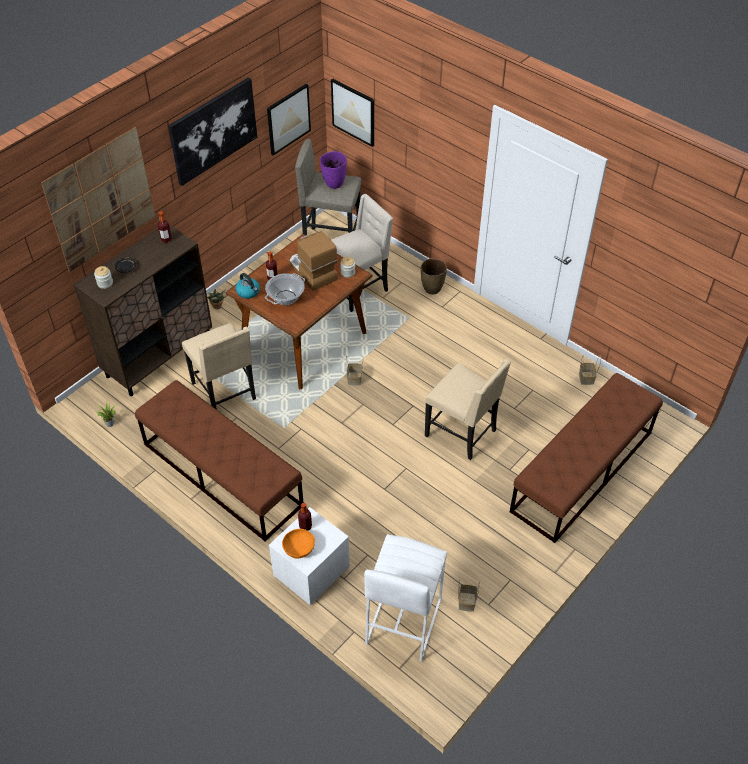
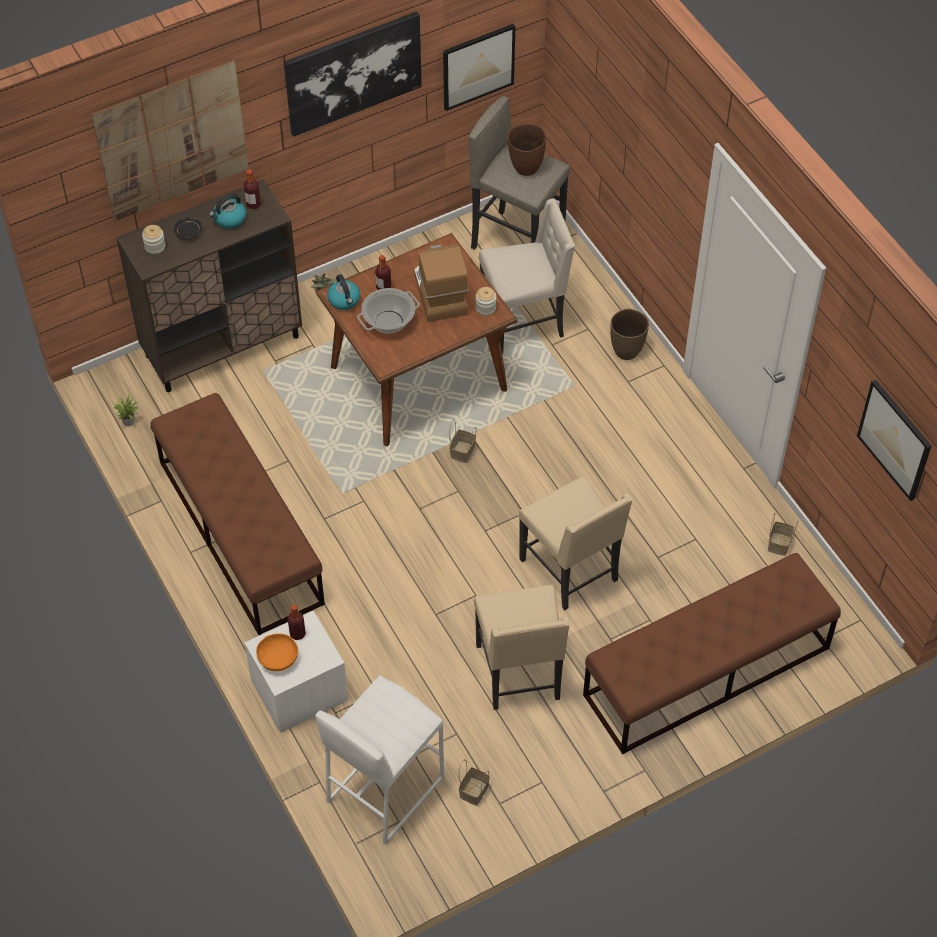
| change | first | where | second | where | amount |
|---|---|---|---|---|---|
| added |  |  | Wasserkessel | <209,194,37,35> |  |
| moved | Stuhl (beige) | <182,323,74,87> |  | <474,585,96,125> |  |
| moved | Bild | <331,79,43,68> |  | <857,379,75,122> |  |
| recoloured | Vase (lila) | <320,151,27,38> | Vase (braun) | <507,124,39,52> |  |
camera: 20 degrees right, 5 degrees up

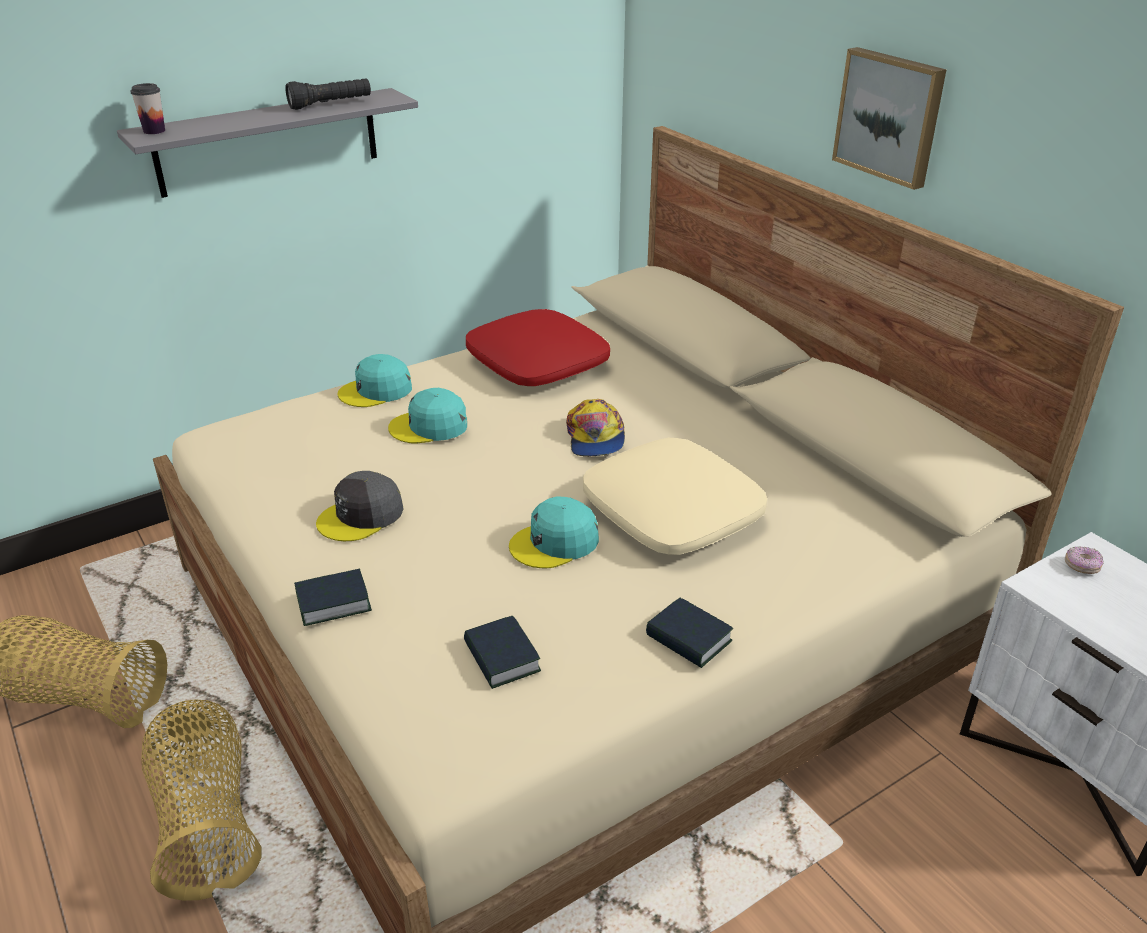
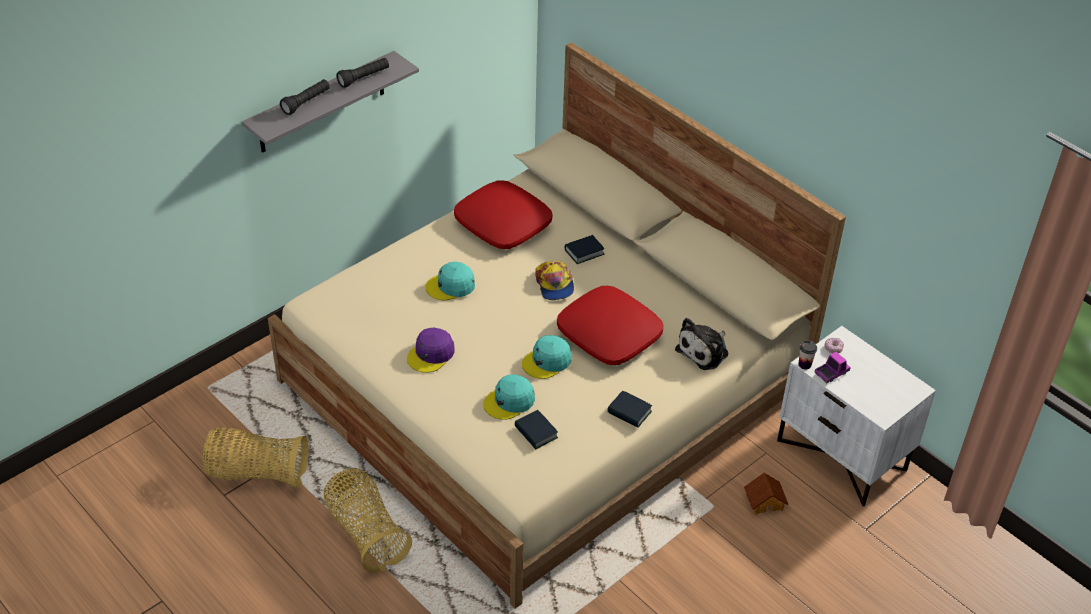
| change | first | where | second | where | amount |
|---|---|---|---|---|---|
| removed | Bild | <832,47,115,143> |  |  |  |
| added |  |  | Taschenlampe (schwarz) | <280,79,50,36> |  |
| added |  |  | Plüschtier | <675,318,53,52> |  |
| added |  |  | Spielzeughaus | <744,472,44,42> |  |
| added |  |  | Spielzeuglaster | <814,352,37,31> |  |
| moved | Tasse | <130,83,35,51> |  | <798,340,19,29> |  |
| moved | Buch | <294,569,78,57> |  | <565,235,40,29> |  |
| moved | Kappe (türkis) | <338,354,74,53> |  | <483,374,52,46> |  |
| recoloured | Kappe (grau) | <316,471,87,70> | Kappe (lila) | <407,328,48,45> |  |
| recoloured | Kissen (beige) | <583,438,184,117> | Kissen (rot) | <557,286,107,79> |  |
camera: 10 degrees left, 10 degrees up

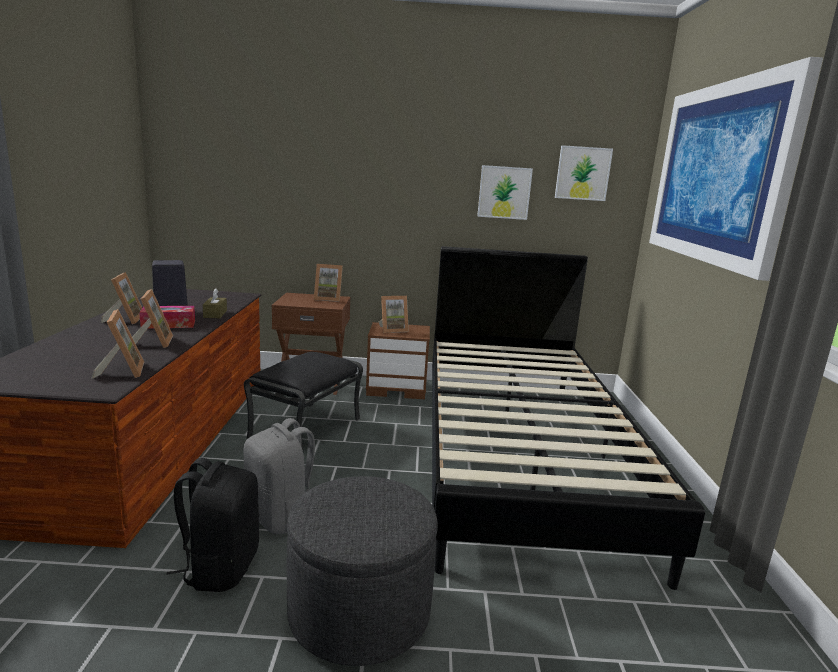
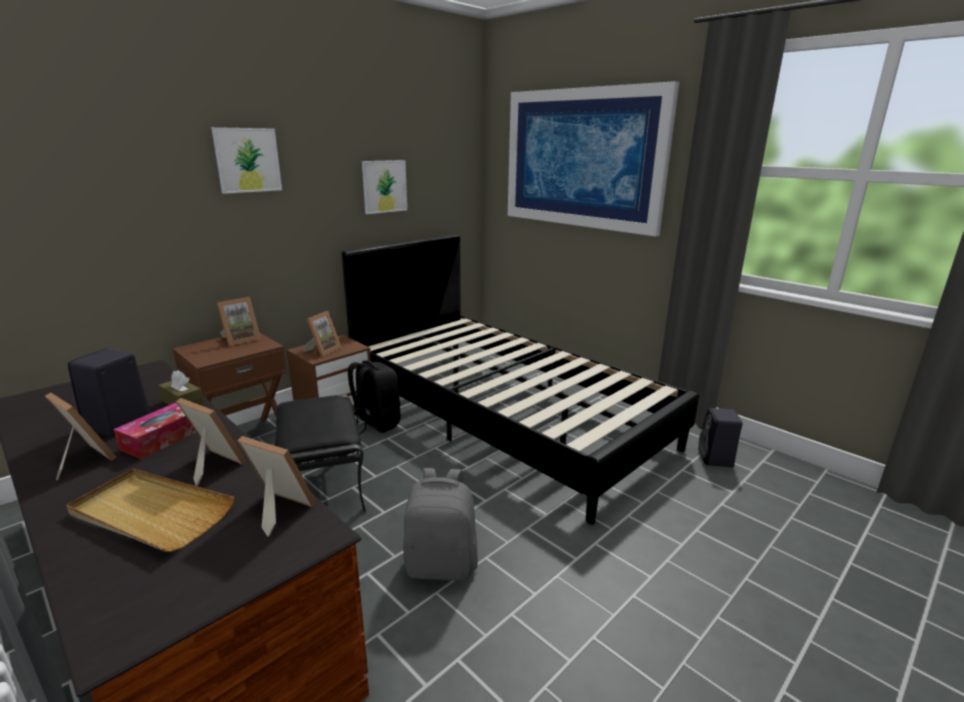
| change | first | where | second | where | amount |
|---|---|---|---|---|---|
| removed | Polsterhocker (grau) | <287,476,151,190> |  |  |  |
| added |  |  | Tablett (beige) | <66,469,169,83> |  |
| added |  |  | Lautsprecher (schwarz) | <698,408,45,59> |  |
| moved | Rucksack (schwarz) | <167,458,92,134> |  | <348,360,52,75> |  |
| moved | Bild | <555,145,58,56> |  | <211,127,71,67> |  |
camera: 45 degrees left, 5 degrees up

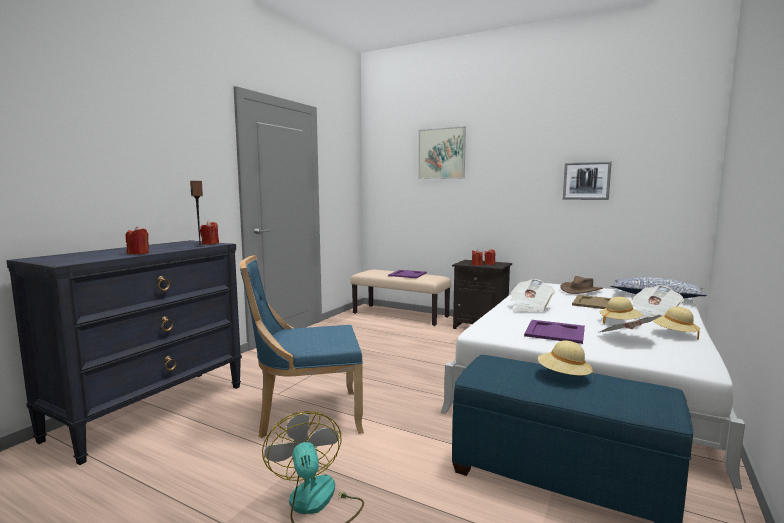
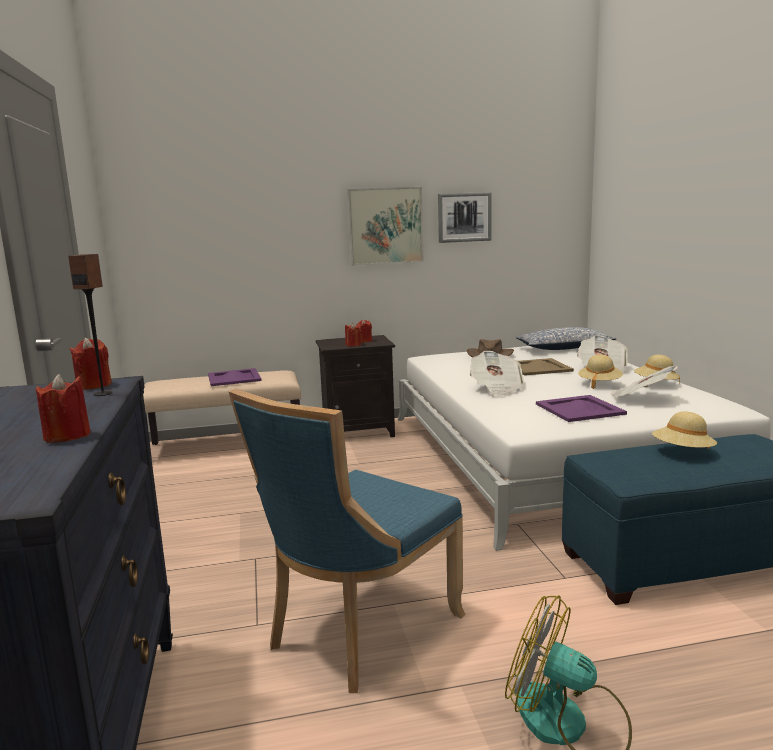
| change | first | where | second | where | amount |
|---|---|---|---|---|---|
| moved | Bild | <418,126,48,53> |  | <347,187,77,79> |  |
camera: 40 degrees left, 5 degrees up

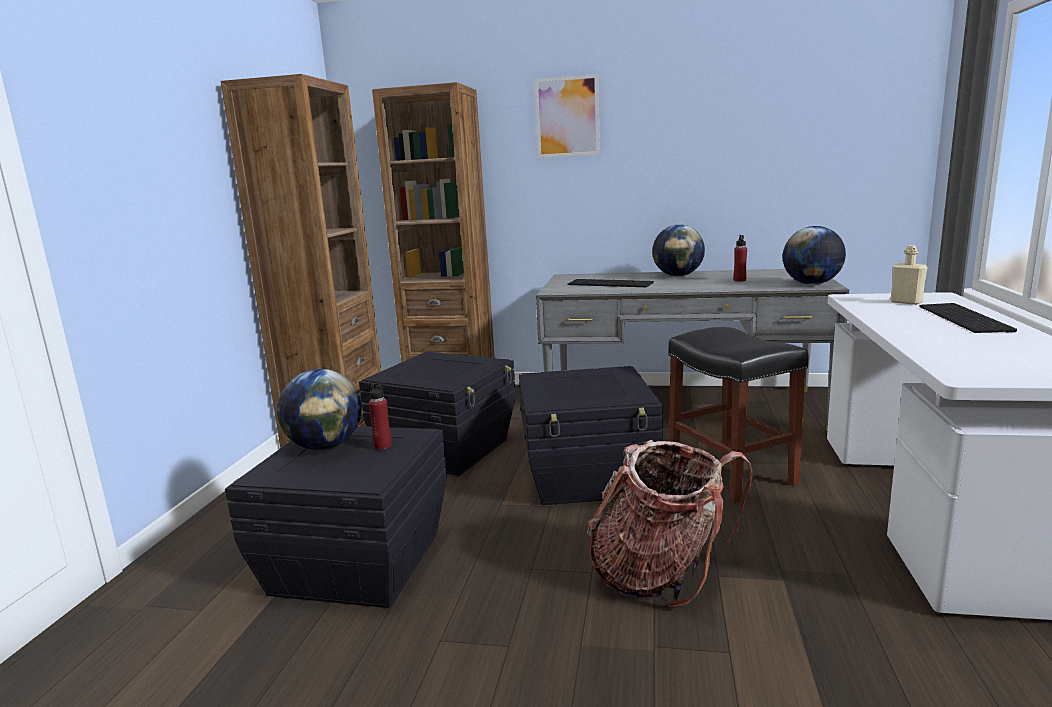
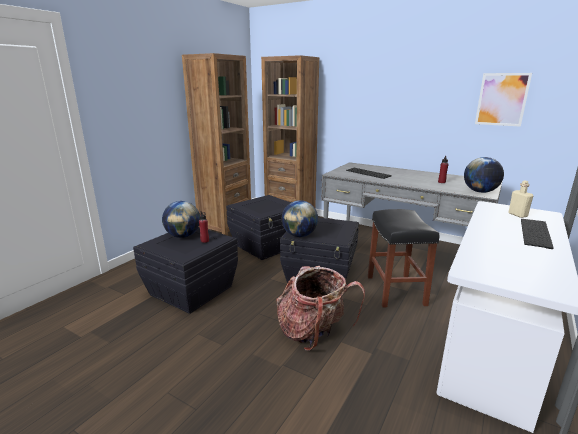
| change | first | where | second | where | amount |
|---|---|---|---|---|---|
| moved | Bild | <534,74,66,84> |  | <475,73,57,54> |  |
| moved | Globus | <652,225,53,51> |  | <282,200,36,37> |  |
camera: 20 degrees right, 5 degrees up

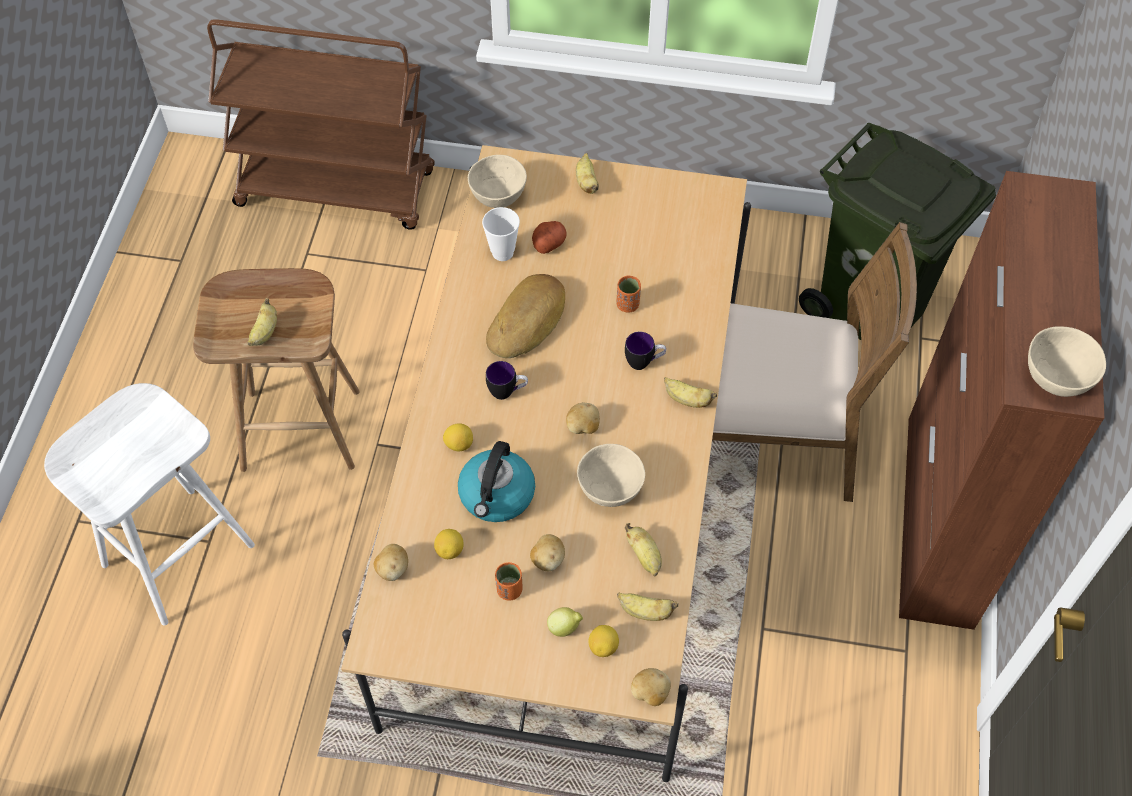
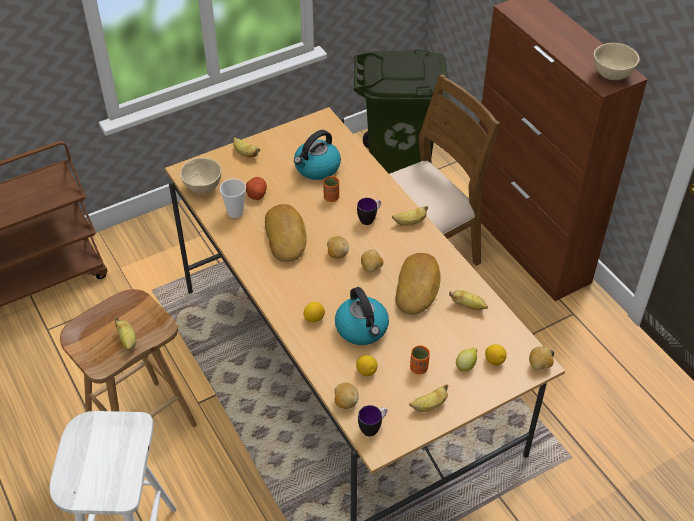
| change | first | where | second | where | amount |
|---|---|---|---|---|---|
| added |  |  | Wasserkessel | <294,130,47,50> |  |
| moved | Henkelbecher | <486,361,42,39> |  | <358,405,30,32> |  |
| moved | Kartoffel | <530,534,35,37> |  | <327,236,22,23> |  |
| moved | Banane | <617,592,61,29> |  | <409,384,39,28> |  |
| replaced | Schüssel (beige) | <577,444,68,63> | Brot | <396,253,45,62> |  |
camera: 40 degrees left, 10 degrees down

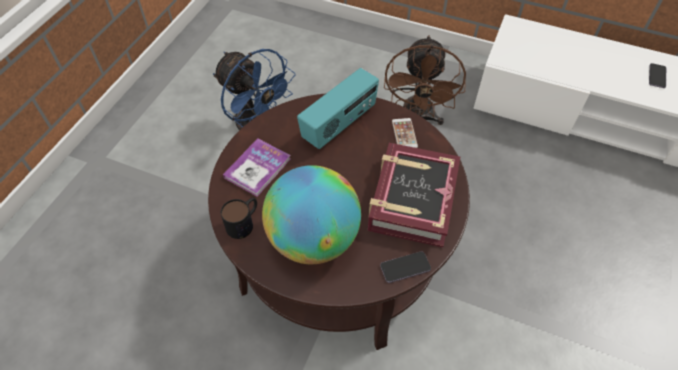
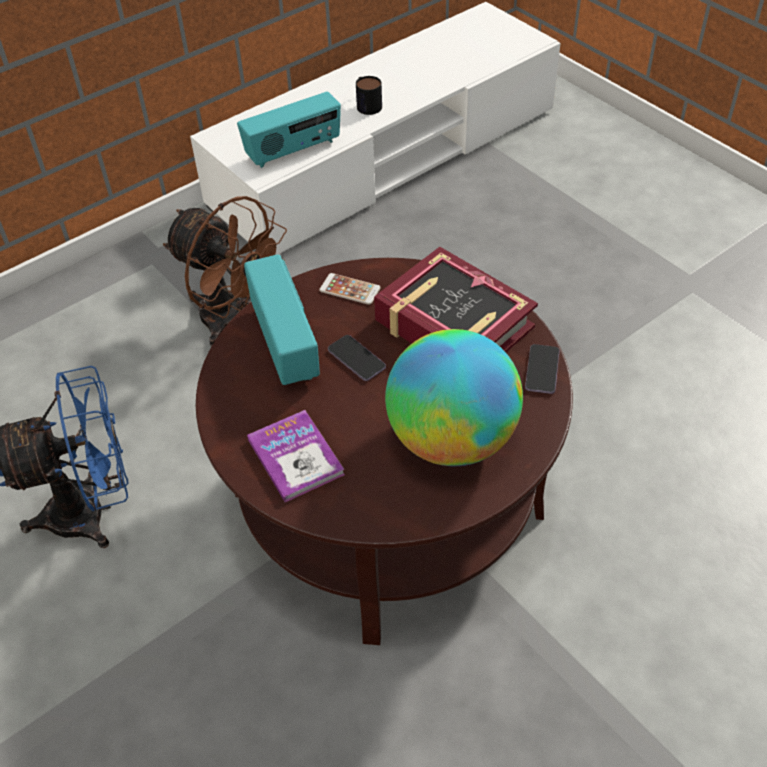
| change | first | where | second | where | amount |
|---|---|---|---|---|---|
| added |  |  | Radio | <237,91,104,77> |  |
| moved | Henkelbecher | <221,198,36,41> |  | <356,76,26,39> |  |
| moved | Handy | <649,63,17,25> |  | <328,335,58,46> |  |
camera: 60 degrees left, 5 degrees down

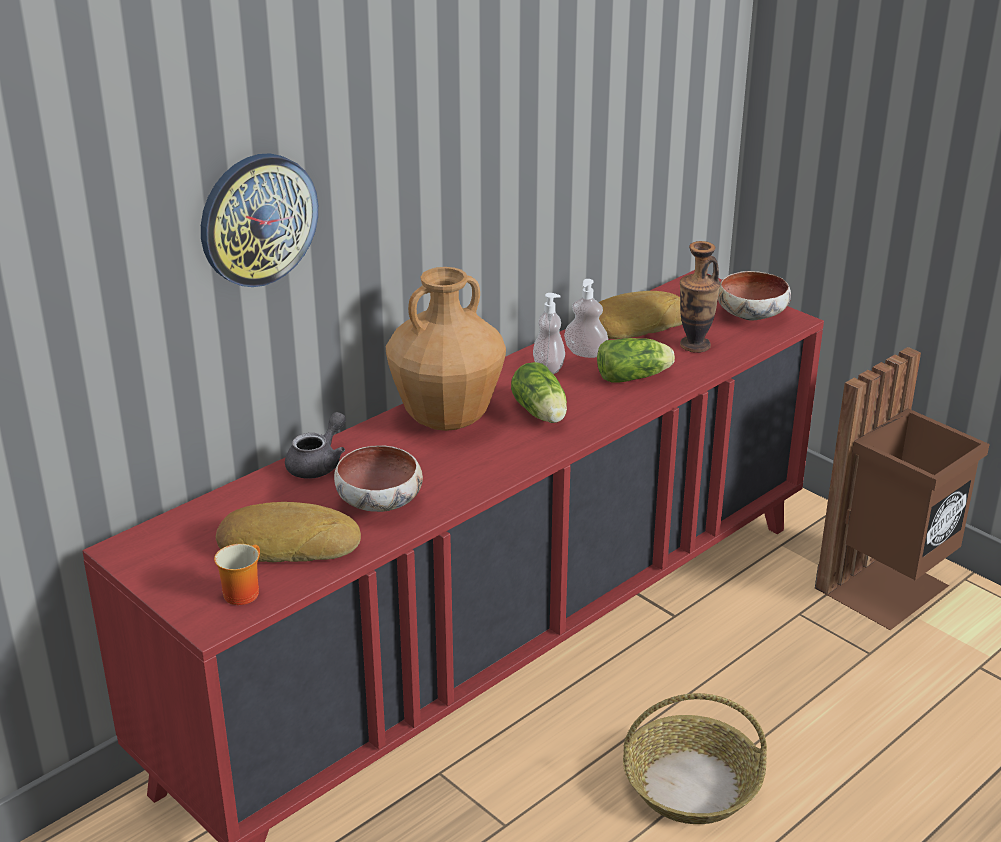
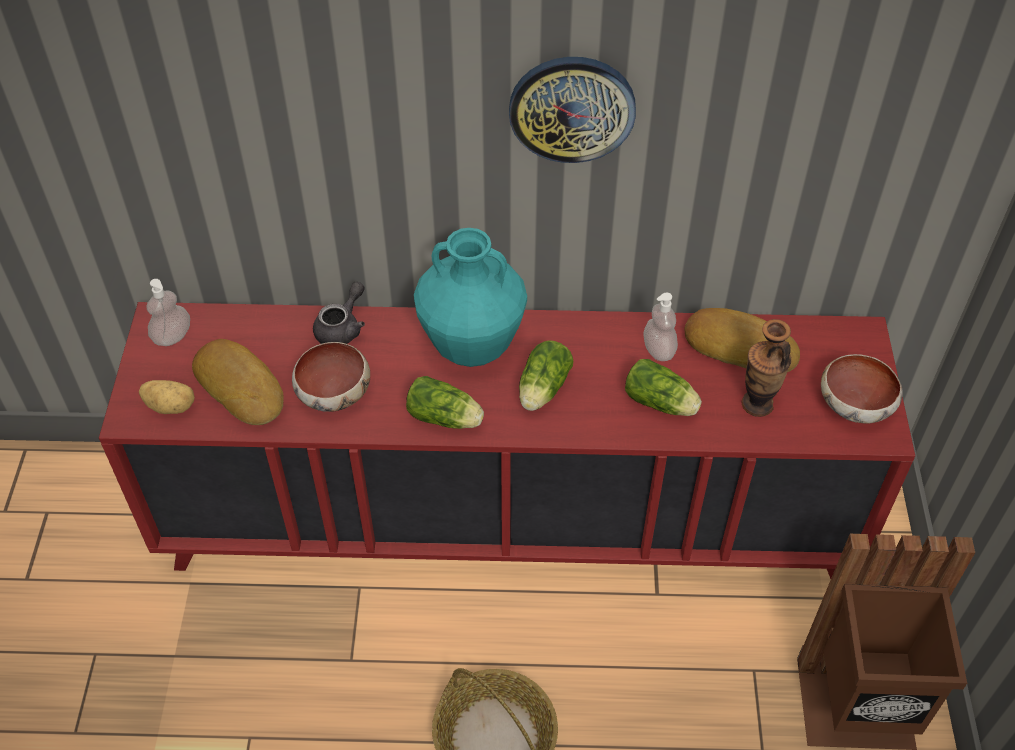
| change | first | where | second | where | amount |
|---|---|---|---|---|---|
| added |  |  | Salatkopf | <406,376,78,53> |  |
| moved | Wanduhr | <201,153,117,134> |  | <509,57,127,106> |  |
| moved | Seifenspender | <533,293,32,81> |  | <146,279,44,67> |  |
| replaced | Henkelbecher | <214,544,46,61> | Kartoffel | <139,380,56,34> |  |
| recoloured | Vase (braun) | <386,267,120,164> | Vase (türkis) | <414,228,113,139> |  |
| turned | Teekanne (grau) | <285,412,61,67> |  | <313,282,52,62> | 45 degrees counterclockwise |
camera: 45 degrees right, 20 degrees up

